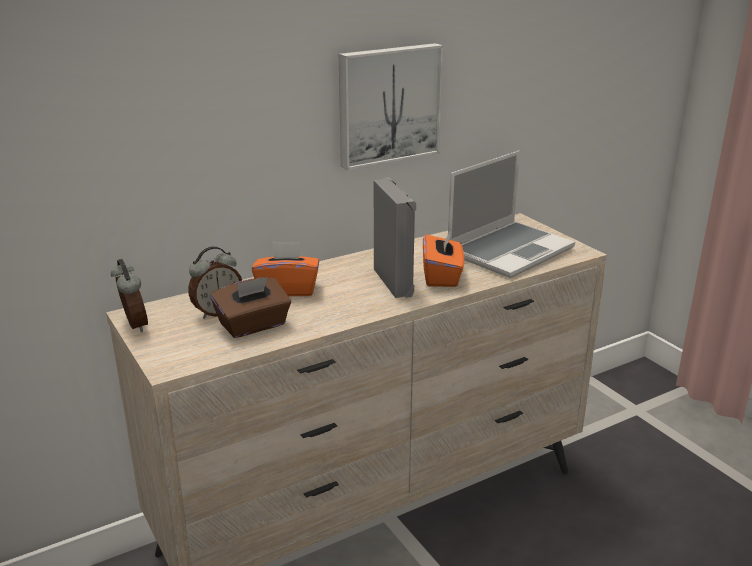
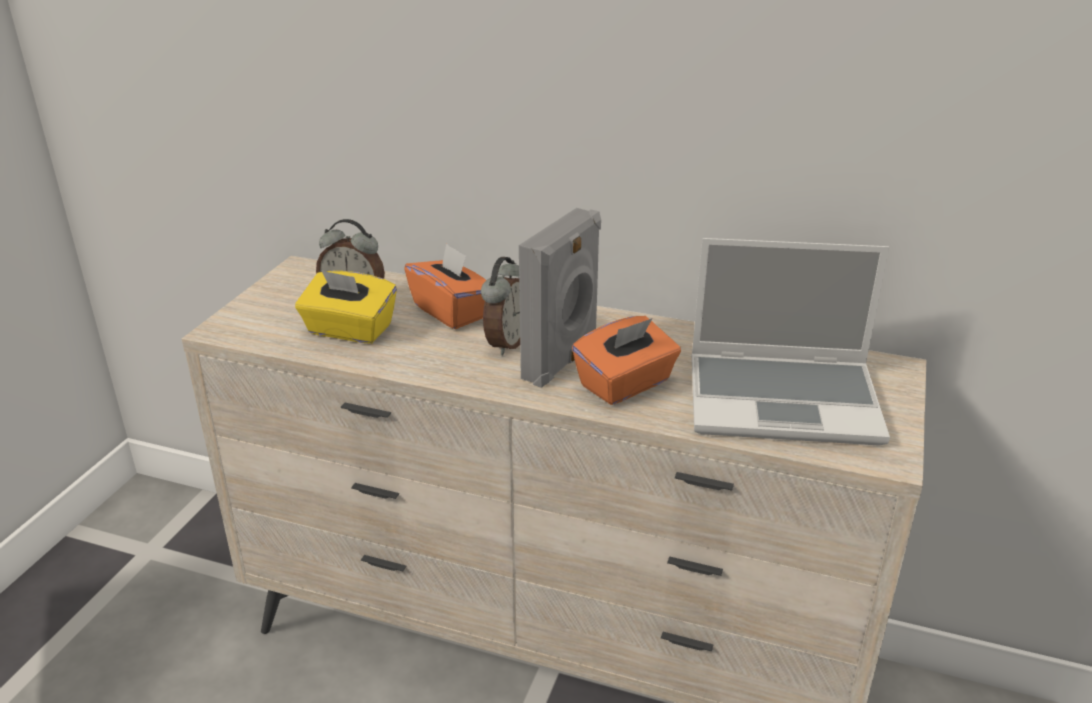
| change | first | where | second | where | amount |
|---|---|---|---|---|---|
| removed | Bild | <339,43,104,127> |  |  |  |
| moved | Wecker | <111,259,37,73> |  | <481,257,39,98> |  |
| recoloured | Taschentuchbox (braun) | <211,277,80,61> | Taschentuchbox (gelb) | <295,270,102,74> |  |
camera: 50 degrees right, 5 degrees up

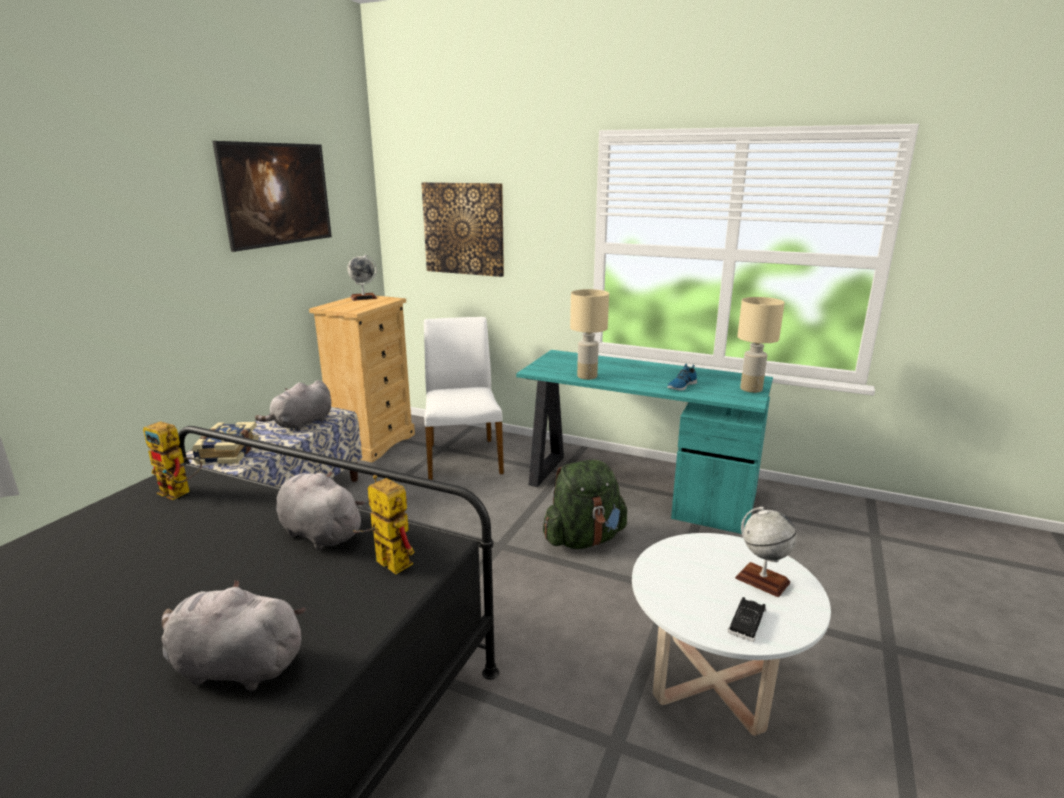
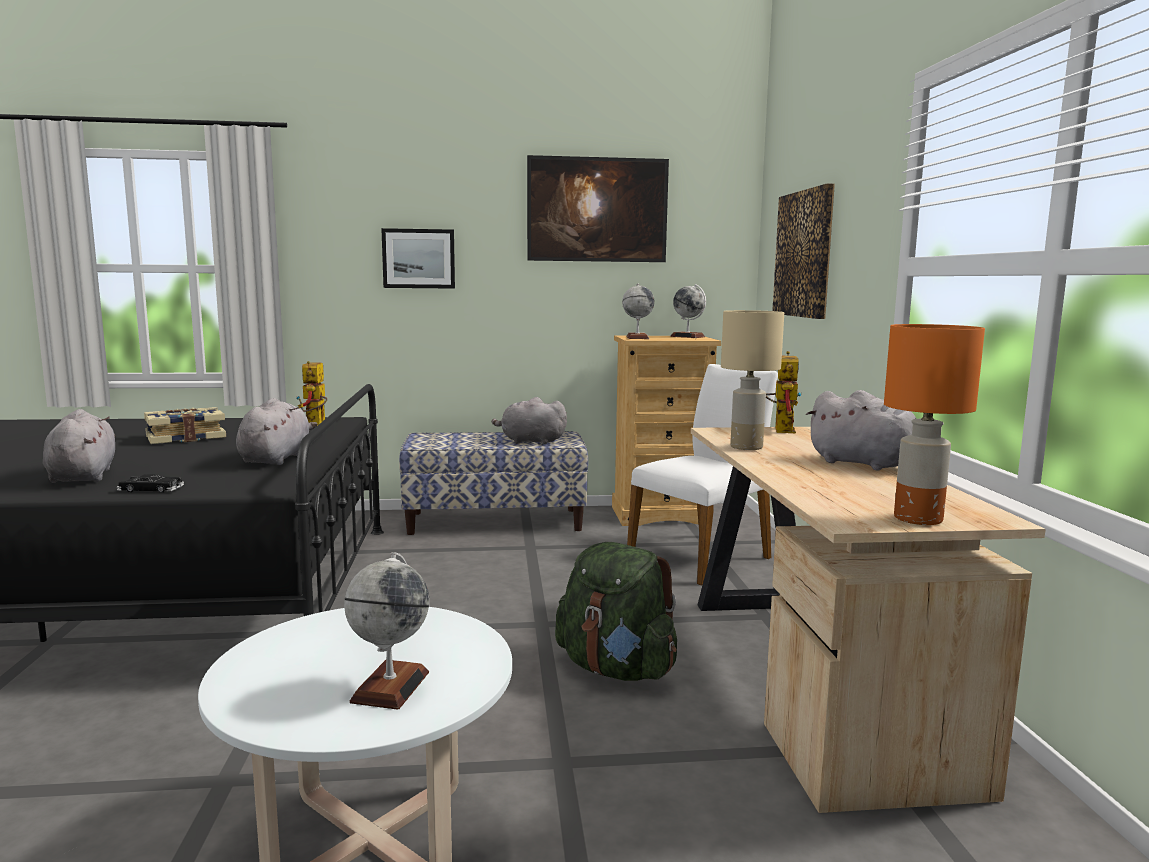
| change | first | where | second | where | amount |
|---|---|---|---|---|---|
| removed | Schuh | <667,363,30,27> |  |  |  |
| added |  |  | Bild | <381,228,74,61> |  |
| added |  |  | Globus | <622,284,33,55> |  |
| added |  |  | Plüschtier (grau) | <806,390,110,81> |  |
| moved | Buch | <192,422,67,43> |  | <144,407,82,37> |  |
| moved | Spielzeugroboter | <353,475,62,99> |  | <766,351,35,82> |  |
| moved | Spielzeugauto (schwarz) | <727,597,40,45> |  | <116,474,68,19> |  |
| recoloured | Schreibtisch (türkis) | <516,350,257,184> | Schreibtisch (beige) | <691,427,355,386> |  |
| recoloured | Tischlampe (beige) | <737,297,48,96> | Tischlampe (orange) | <884,324,101,201> |  |
camera: 60 degrees right, 10 degrees down

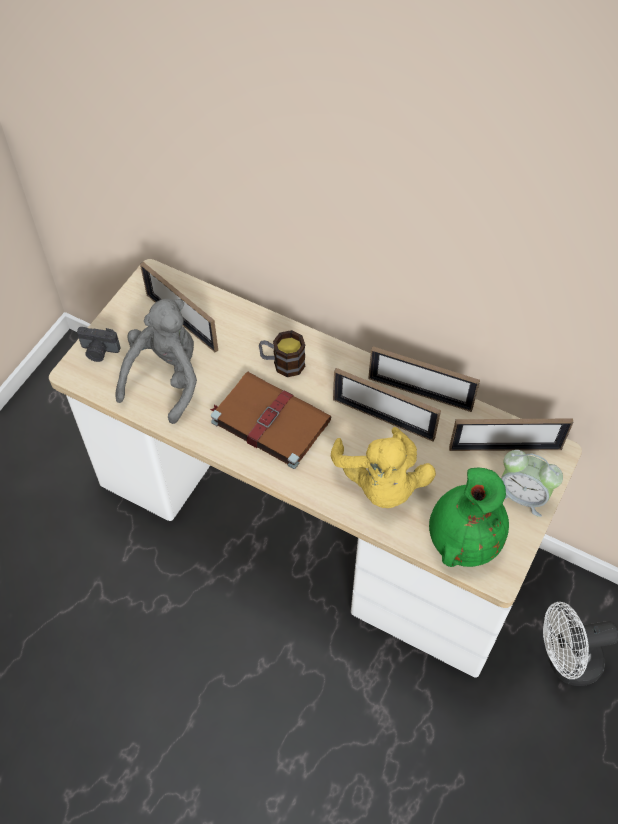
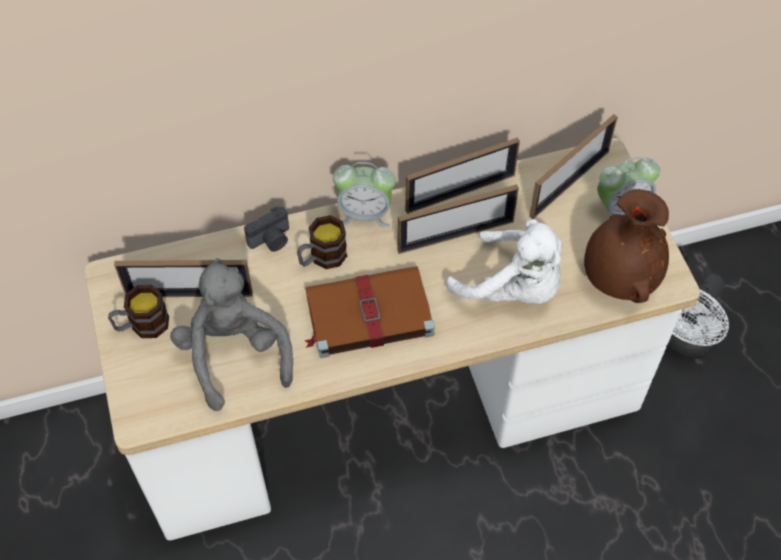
| change | first | where | second | where | amount |
|---|---|---|---|---|---|
| added |  |  | Henkelbecher | <108,285,61,53> |  |
| added |  |  | Wecker | <333,162,63,65> |  |
| moved | Kamera | <77,327,44,35> |  | <244,206,45,46> |  |
| recoloured | Plüschtier (gelb) | <331,427,105,81> | Plüschtier (weiß) | <446,219,117,85> |  |
| recoloured | Vase (grün) | <429,468,80,99> | Vase (braun) | <584,189,85,114> |  |
camera: 45 degrees left, 0 degrees up

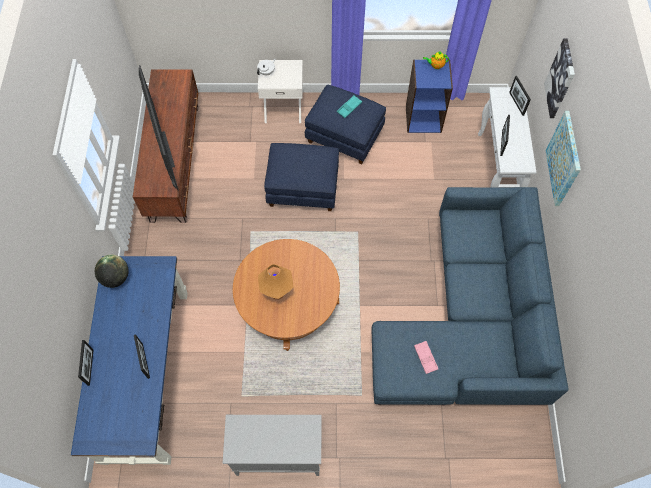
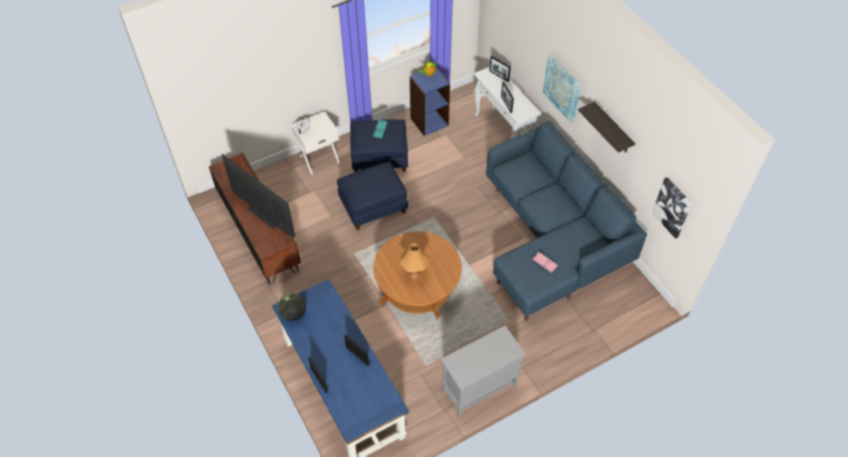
| change | first | where | second | where | amount |
|---|---|---|---|---|---|
| added |  |  | Wandregal | <578,102,57,51> |  |
| moved | Bild | <544,38,31,80> |  | <652,177,40,62> |  |
camera: 30 degrees left, 10 degrees down

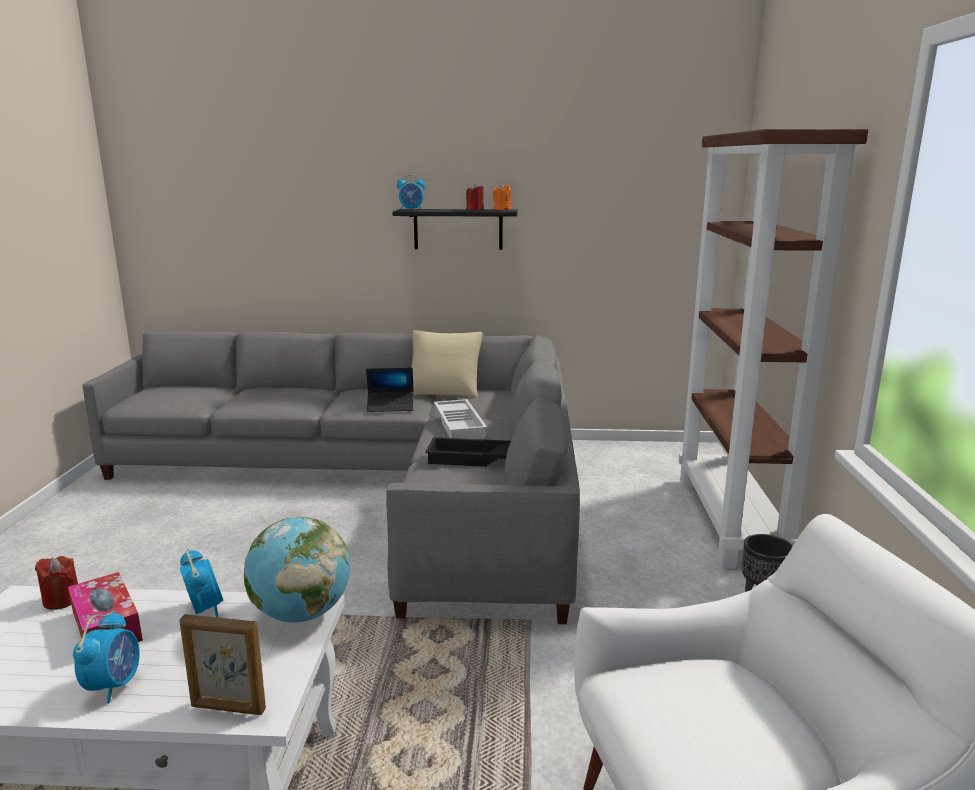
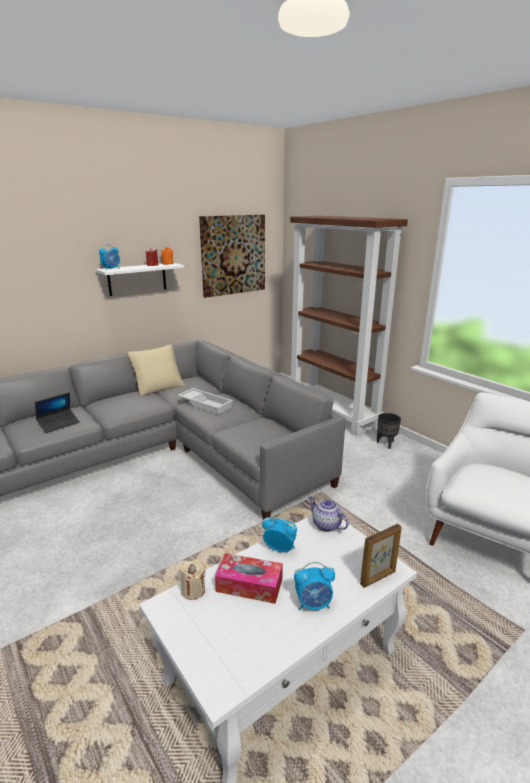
| change | first | where | second | where | amount |
|---|---|---|---|---|---|
| removed | Tablett (schwarz) | <425,437,86,30> |  |  |  |
| added |  |  | Bild | <199,215,66,83> |  |
| moved | Laptop | <366,367,48,45> |  | <35,392,45,41> |  |
| replaced | Globus | <244,517,106,106> | Teekanne | <308,497,41,35> |  |
| recoloured | Kerze (rot) | <35,556,43,54> | Kerze (beige) | <180,560,26,40> |  |
| recoloured | Wandregal (schwarz) | <392,209,126,41> | Wandregal (weiß) | <96,263,88,33> |  |
| turned | Wecker | <73,610,67,94> |  | <294,562,41,49> | 120 degrees clockwise |
camera: 40 degrees left, 5 degrees up

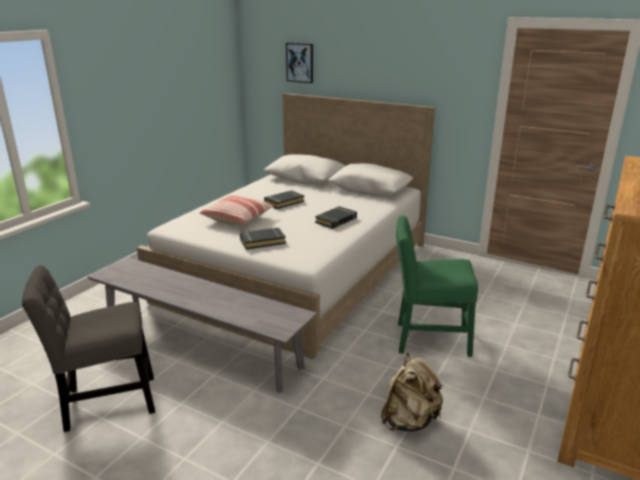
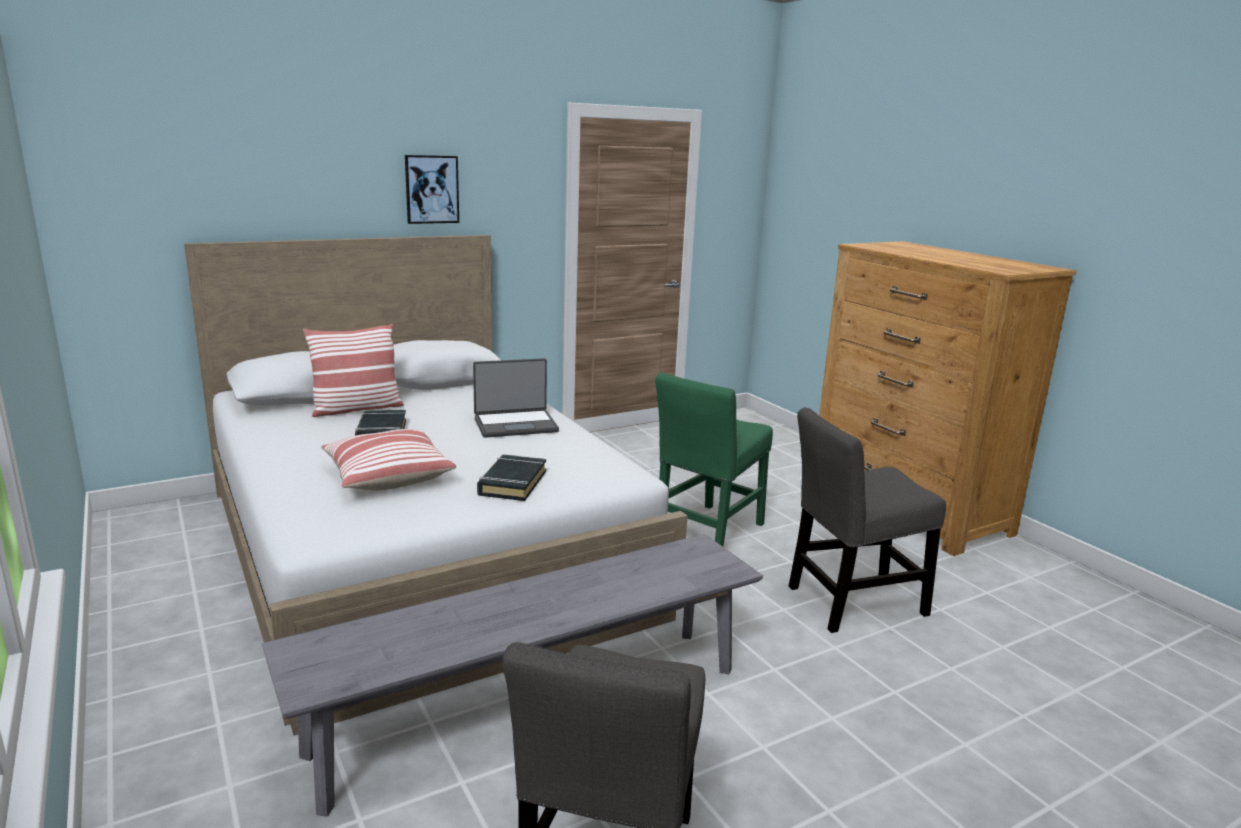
| change | first | where | second | where | amount |
|---|---|---|---|---|---|
| added |  |  | Kissen | <303,324,101,93> |  |
| moved | Bild | <286,43,27,40> |  | <405,155,54,69> |  |
| replaced | Buch (schwarz) | <315,206,42,23> | Laptop | <473,358,86,80> |  |
| replaced | Rucksack (beige) | <381,353,62,79> | Stuhl (grau) | <789,408,157,225> |  |
camera: 60 degrees left, 5 degrees down

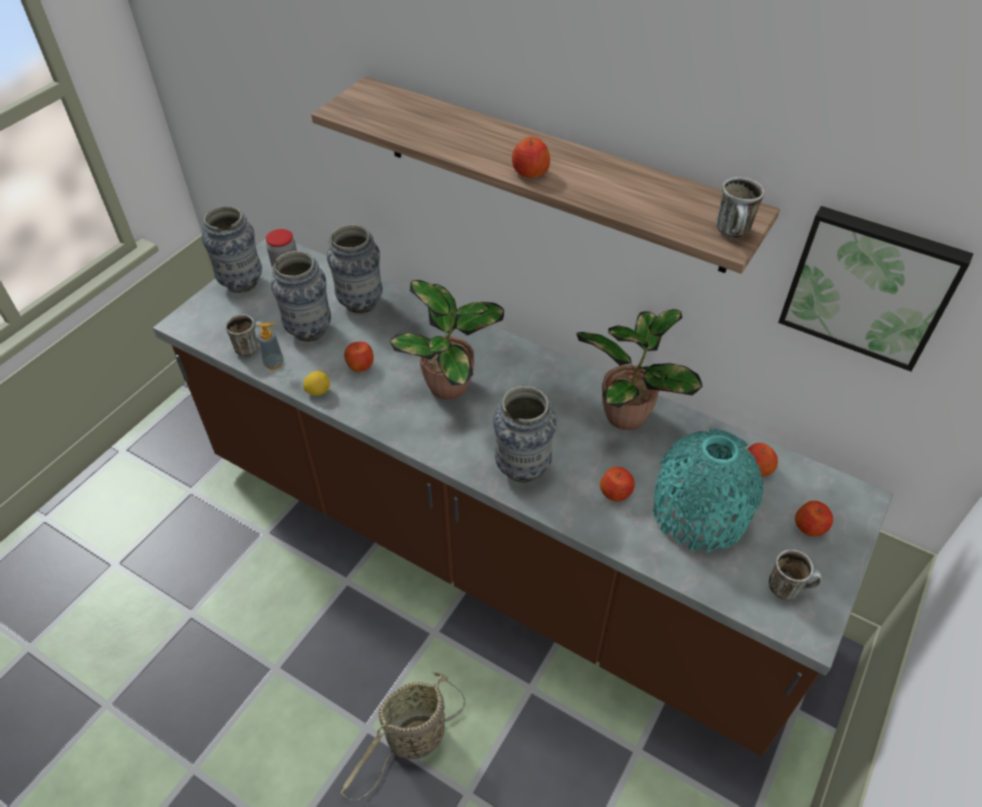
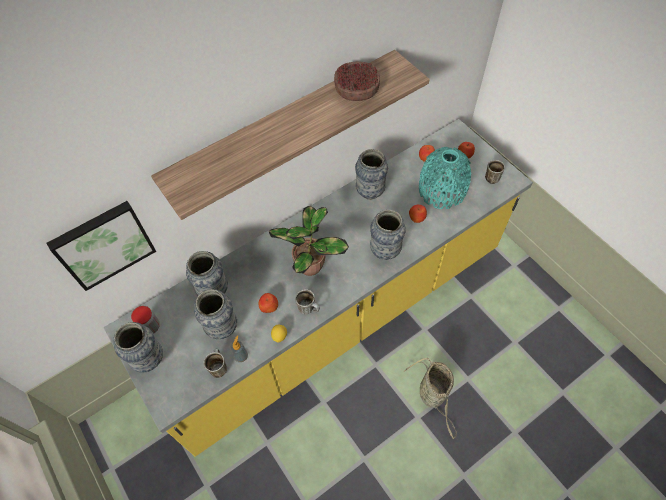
| change | first | where | second | where | amount |
|---|---|---|---|---|---|
| removed | Apfel | <512,137,38,41> |  |  |  |
| added |  |  | Schüssel | <334,62,46,39> |  |
| moved | Henkelbecher | <716,177,48,61> |  | <295,289,25,25> |  |
| moved | Bild | <778,206,195,166> |  | <46,201,110,90> |  |
| replaced | Topfpflanze | <576,309,126,121> | Vase | <355,149,33,51> |  |
| recoloured | Küchenzeile (braun) | <153,239,740,517> | Küchenzeile (gelb) | <104,119,429,338> |  |
camera: 65 degrees left, 10 degrees up

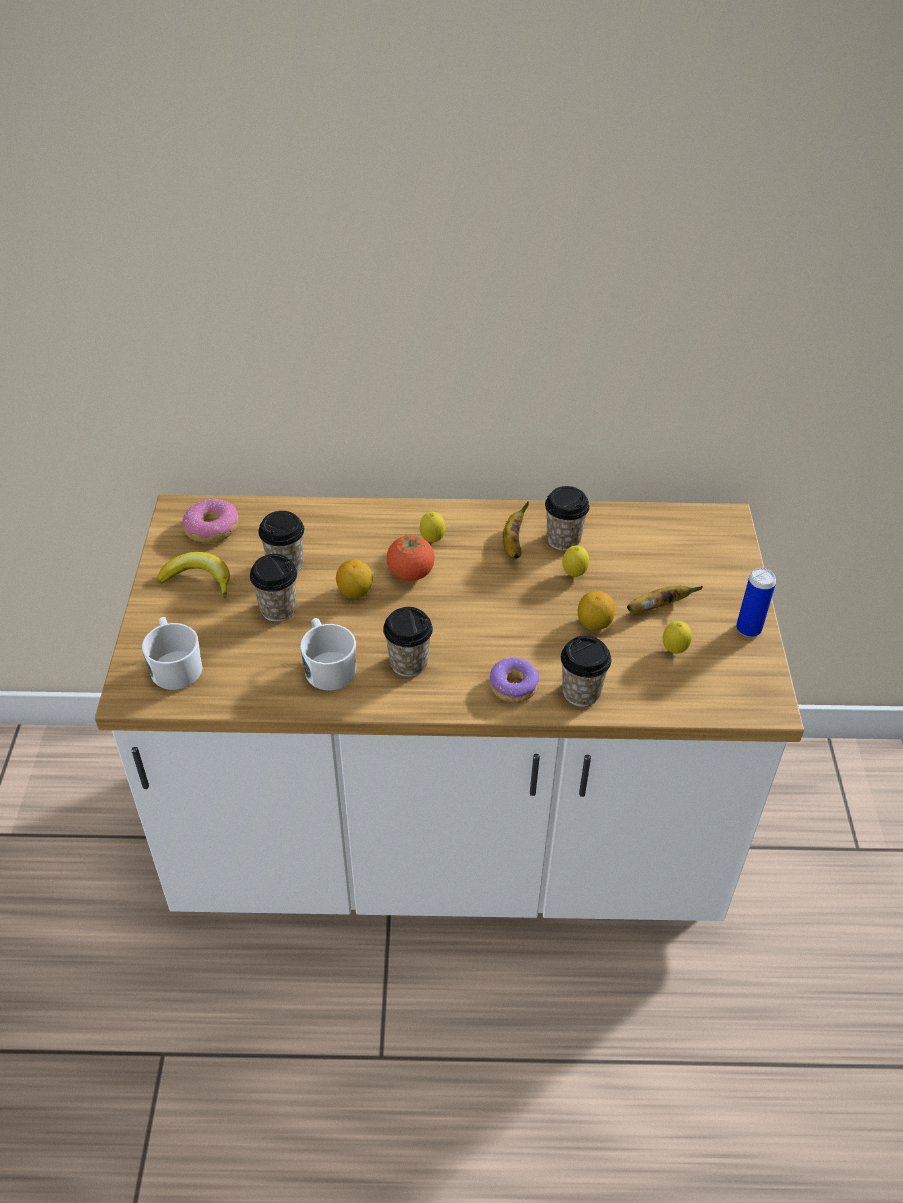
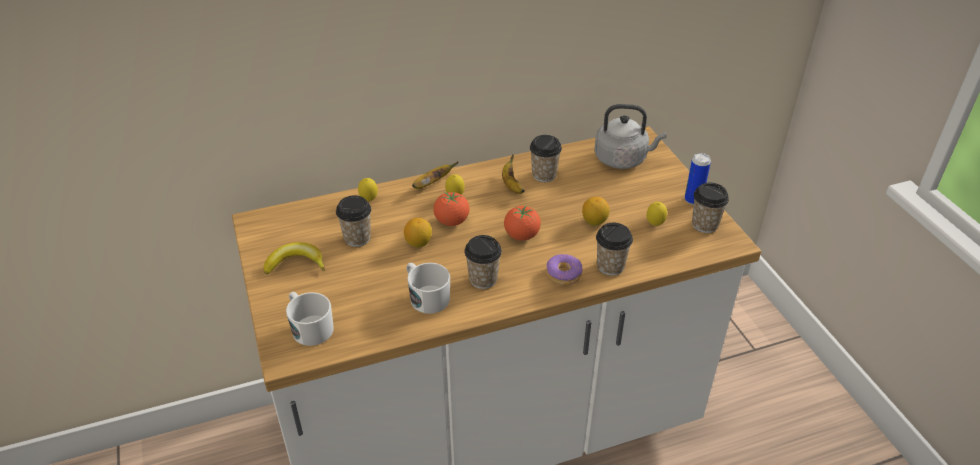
| change | first | where | second | where | amount |
|---|---|---|---|---|---|
| removed | Donut | <182,499,56,44> |  |  |  |
| added |  |  | Tomate | <504,206,37,35> |  |
| added |  |  | Wasserkessel (grau) | <594,104,73,65> |  |
| moved | Tasse | <250,554,48,68> |  | <692,183,37,50> |  |
| moved | Zitrone | <562,545,27,32> |  | <358,178,20,23> |  |
| moved | Banane | <627,585,76,28> |  | <412,161,46,28> |  |
camera: 20 degrees left, 5 degrees down

